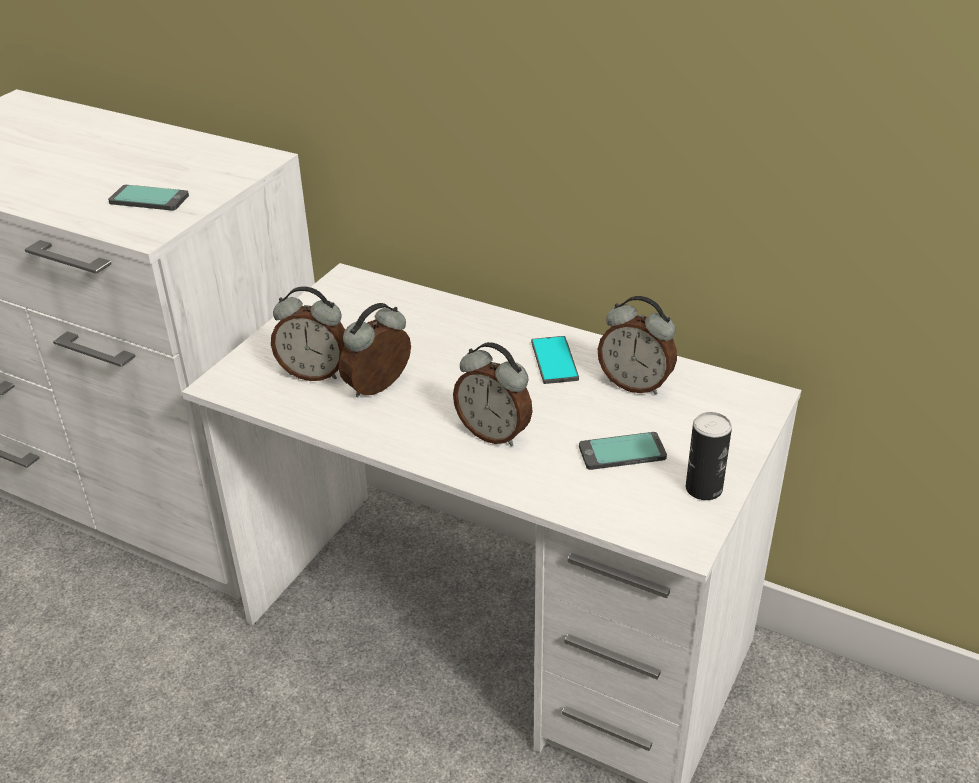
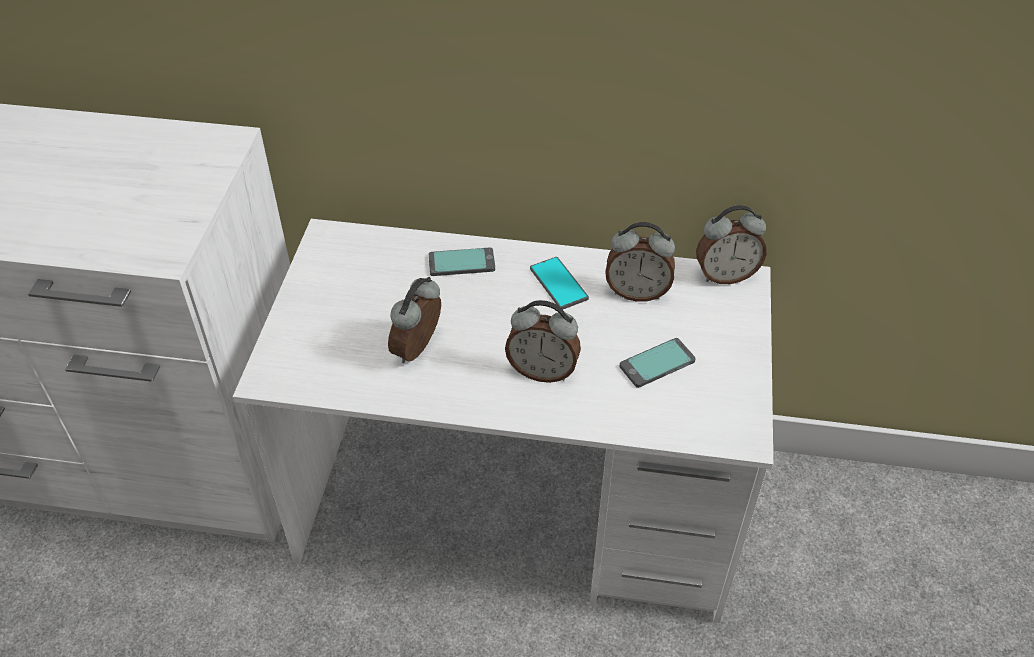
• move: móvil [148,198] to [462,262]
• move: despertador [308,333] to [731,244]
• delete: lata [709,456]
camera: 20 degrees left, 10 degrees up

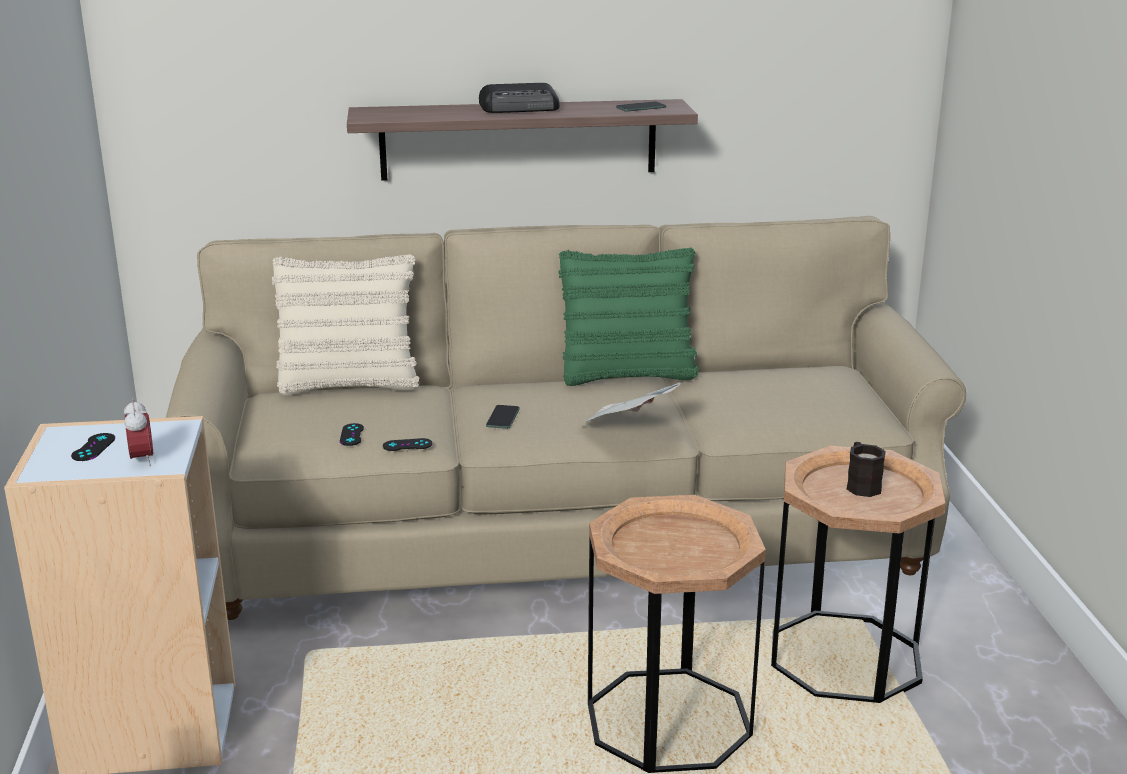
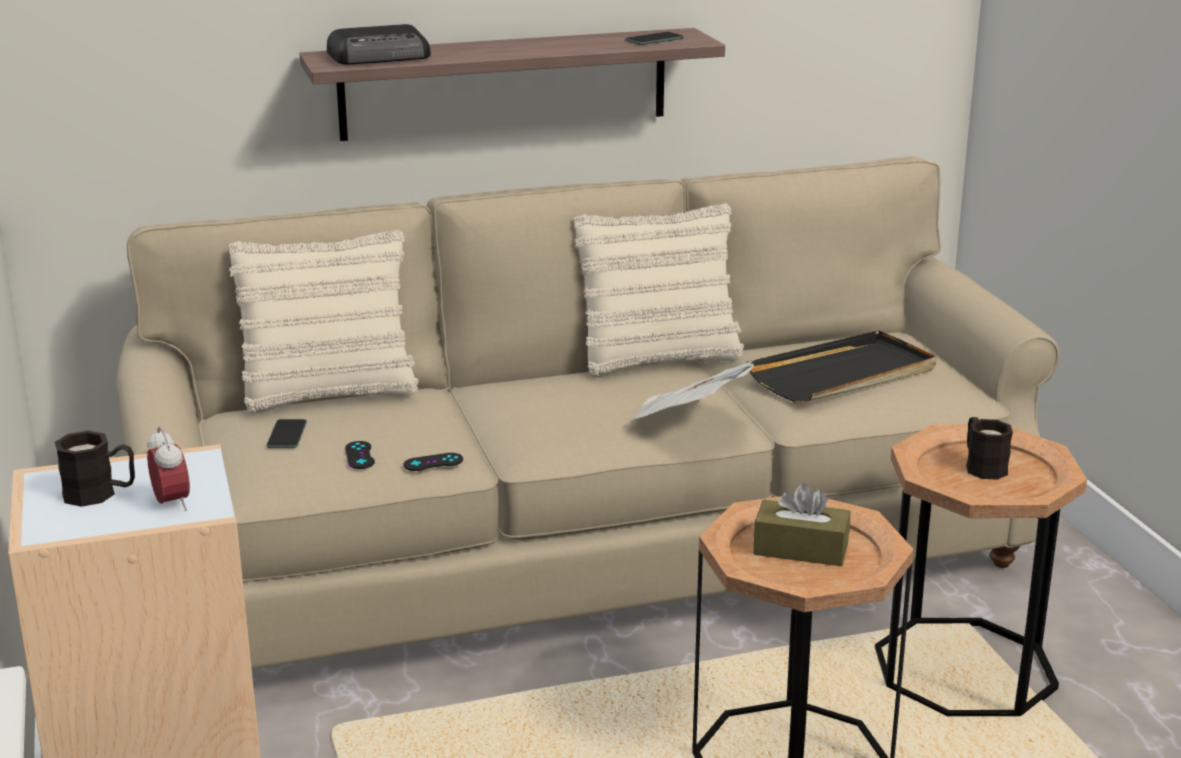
• replace: mando de consola (negro) [93,447] to taza grande (negro) [95,469]
• move: móvil [503,417] to [286,433]
• move: radio [519,98] to [379,44]
• recolor: cojín (verde) [629,316] to cojín (beis) [658,290]
• insert: bandeja (negro) [841,366]
• insert: caja de pañuelos (marrón) [801,524]
camera: 10 degrees left, 0 degrees up

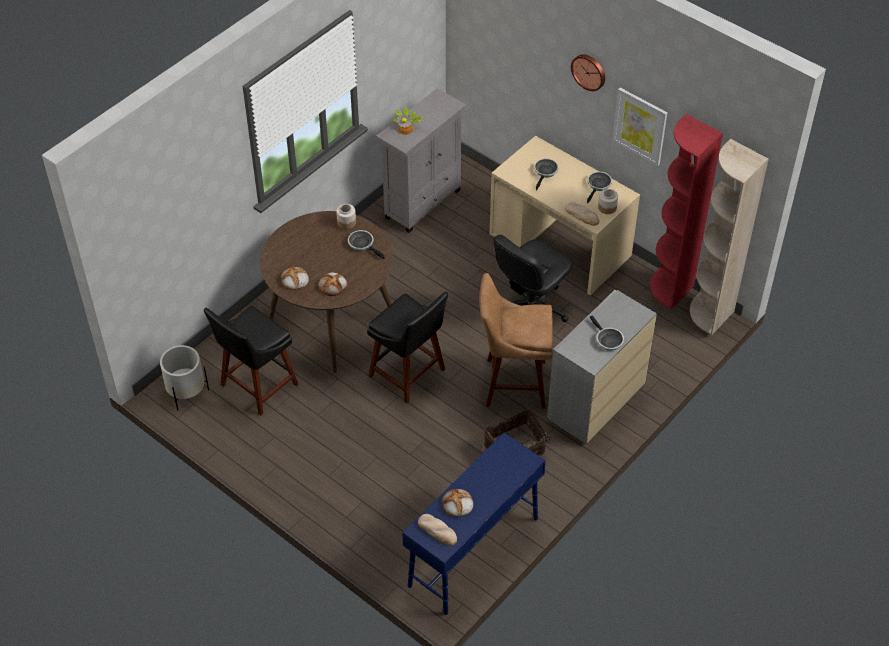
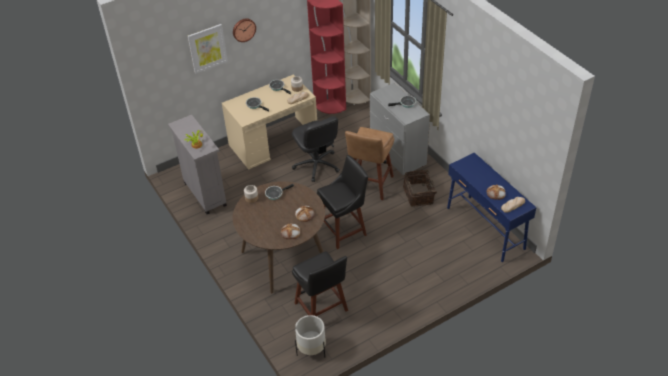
• move: cuadro [639,127] to [208,49]
camera: 70 degrees left, 5 degrees down

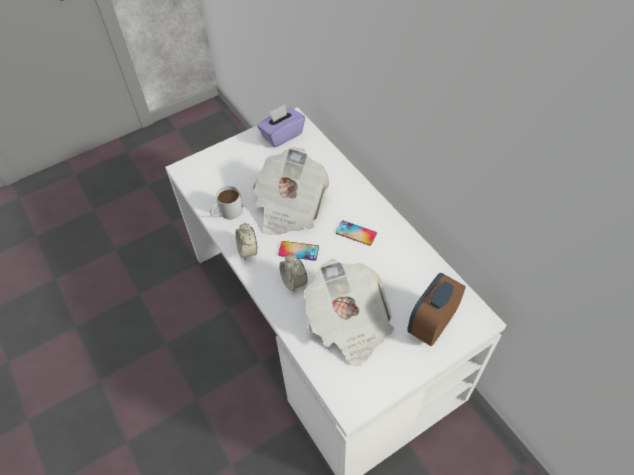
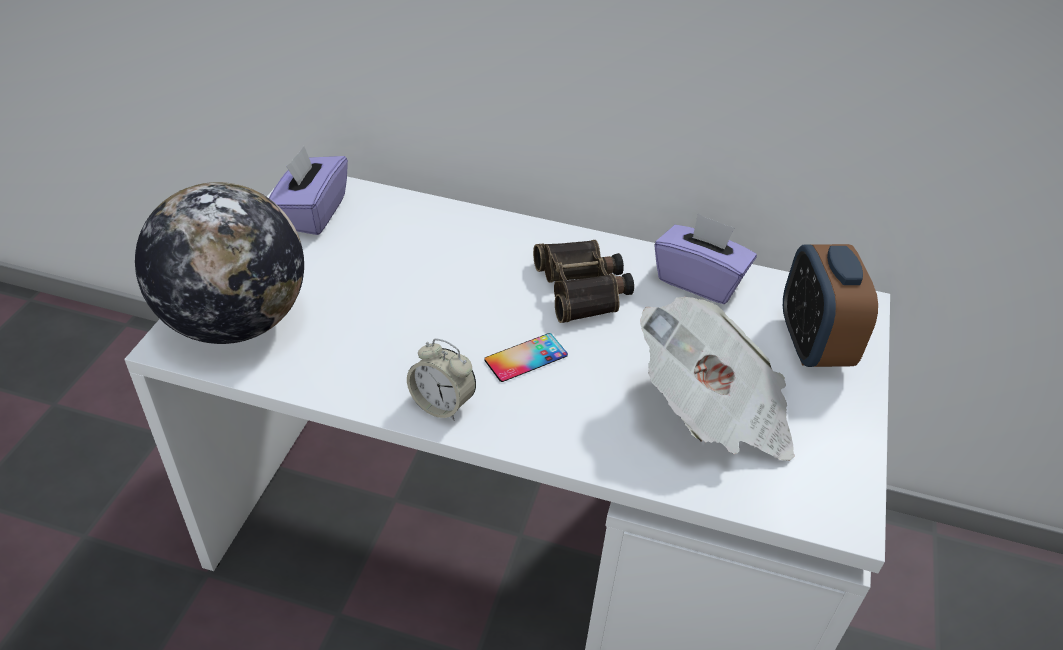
• insert: globo terráqueo [219,263]
• replace: móvil [356,233] to prismáticos [583,281]
• insert: caja de pañuelos (morado) [705,258]
• delete: taza grande (blanco) [226,202]
• delete: periódico [291,191]
• delete: despertador [293,273]
camera: 45 degrees left, 10 degrees down

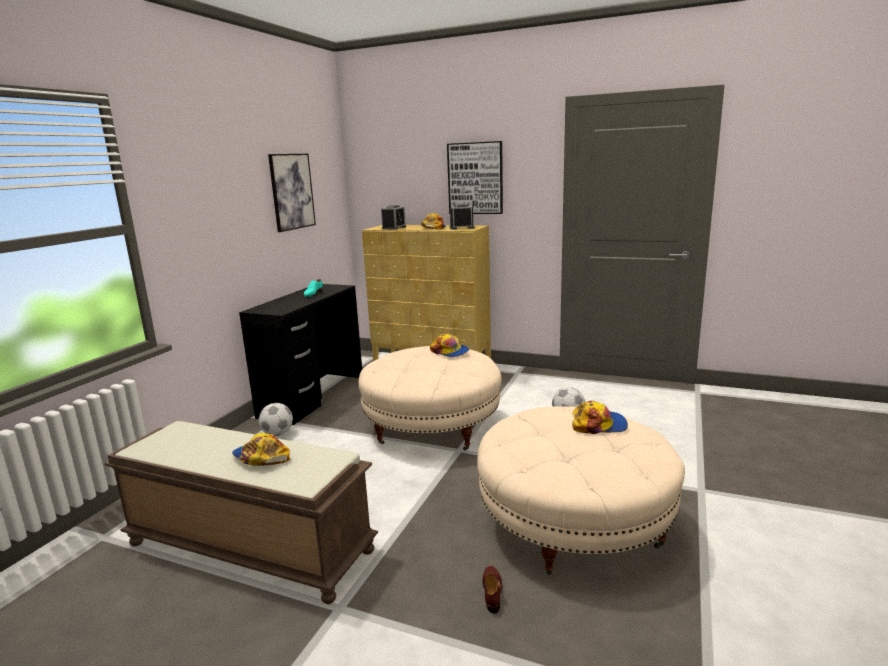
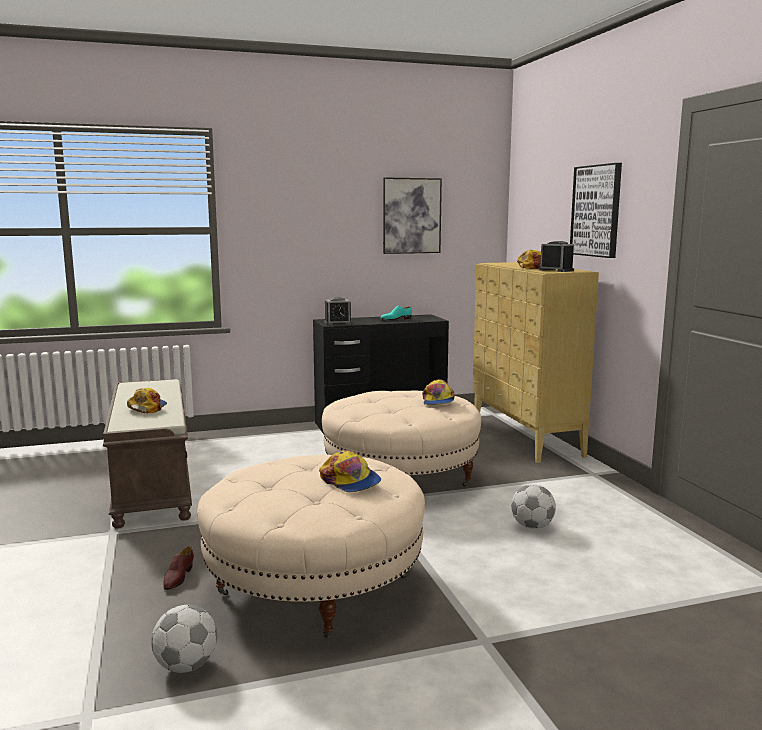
• move: balón de fútbol [276,419] to [184,639]
• rotate: zapato (marrón) [492,590] = [178,568] 135 degrees clockwise
• move: despertador [393,217] to [338,311]
camera: 50 degrees right, 5 degrees down

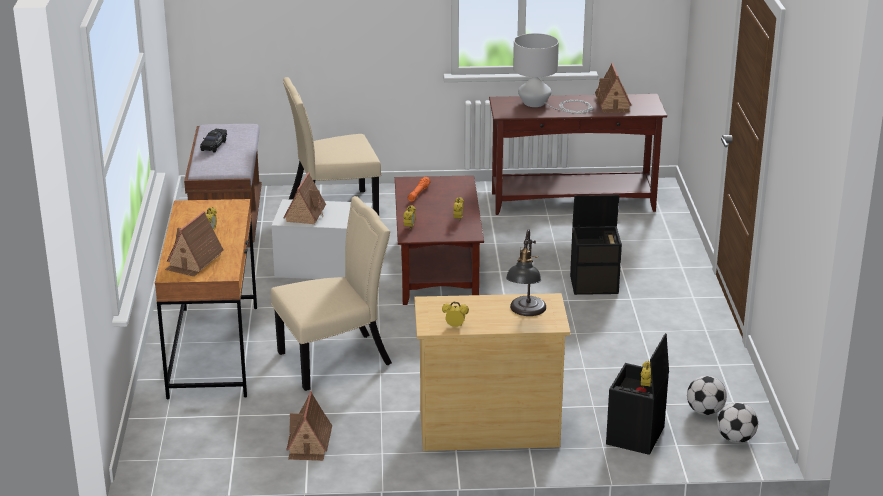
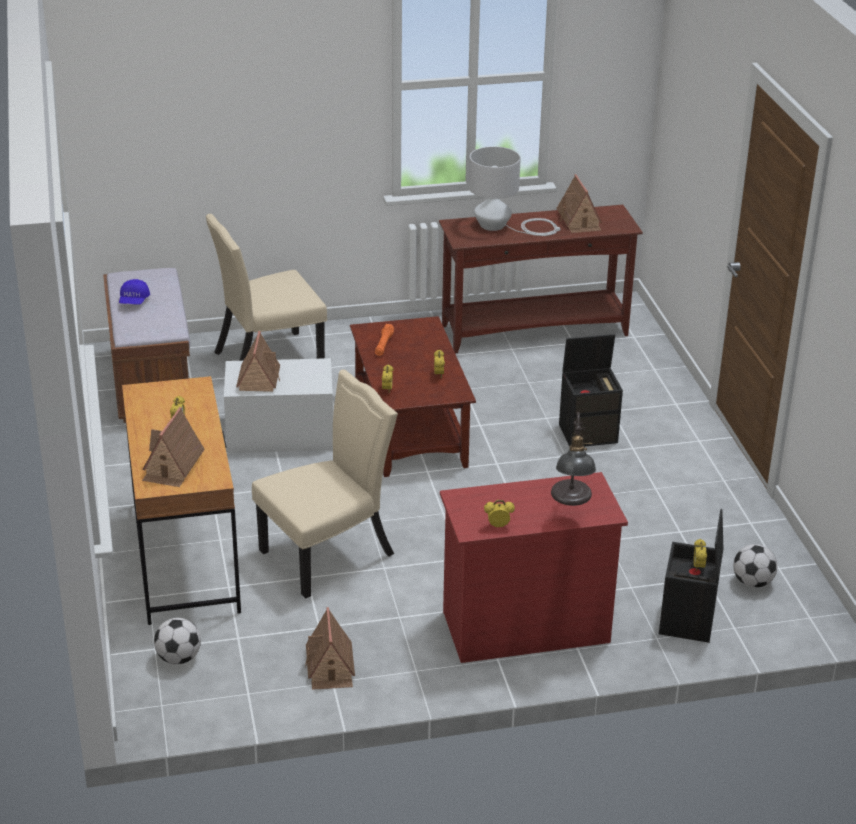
• replace: coche de juguete (negro) [213,140] to gorra (azul) [134,292]
• move: balón de fútbol [737,422] to [177,641]
• recolor: cómoda (beis) [492,372] to cómoda (rojo) [534,567]
camera: 10 degrees left, 5 degrees up

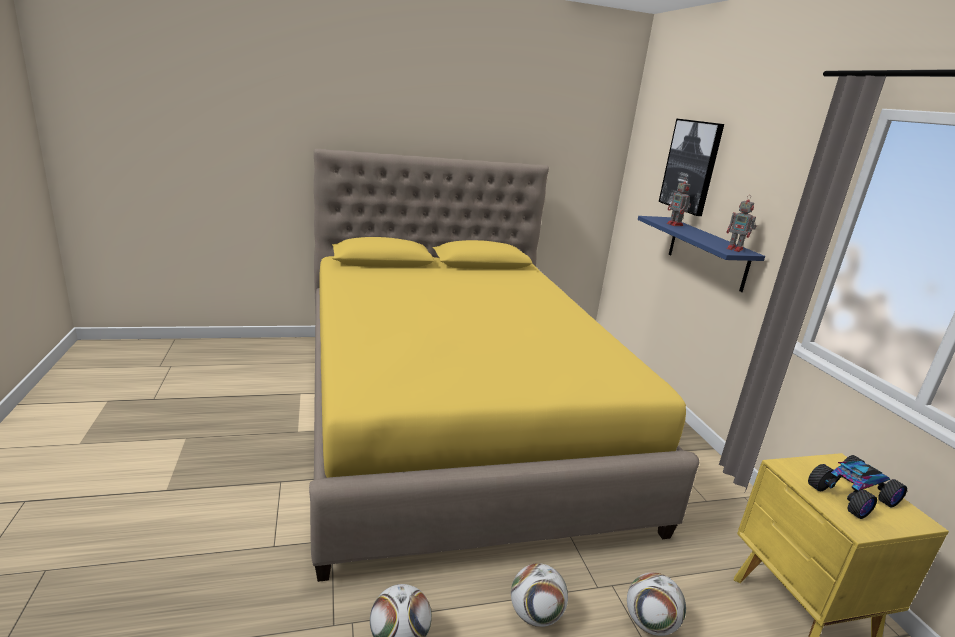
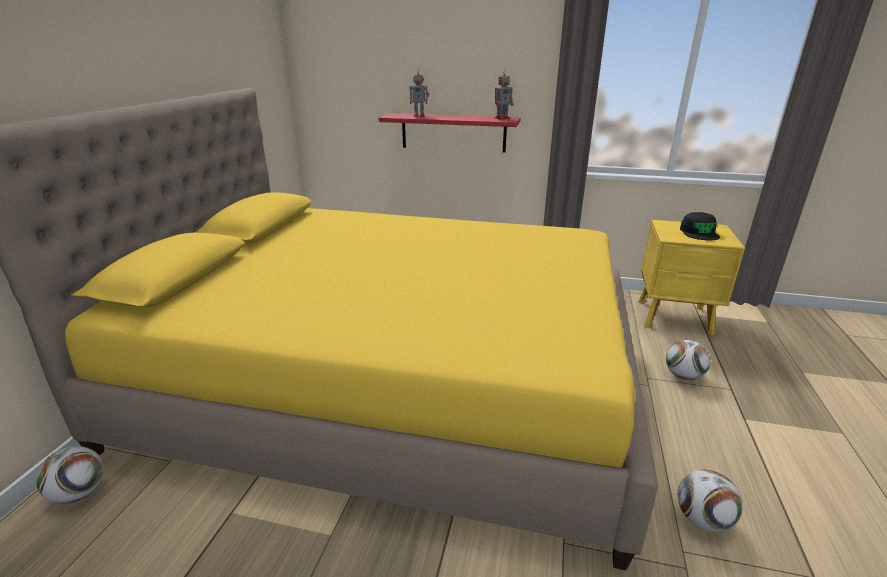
• move: balón de fútbol [539,595] to [70,475]
• recolor: estante (azul) [701,254] to estante (rojo) [450,132]
• replace: coche de juguete [857,487] to gorra (negro) [700,226]
• delete: cuadro [691,167]
camera: 60 degrees left, 5 degrees up

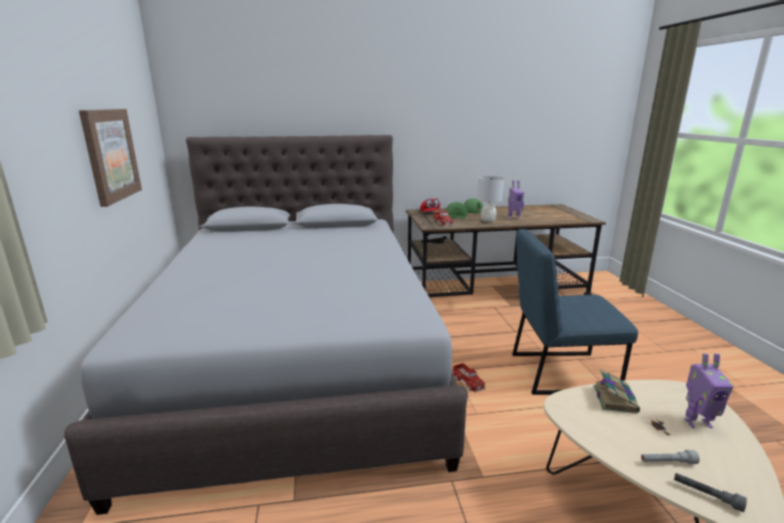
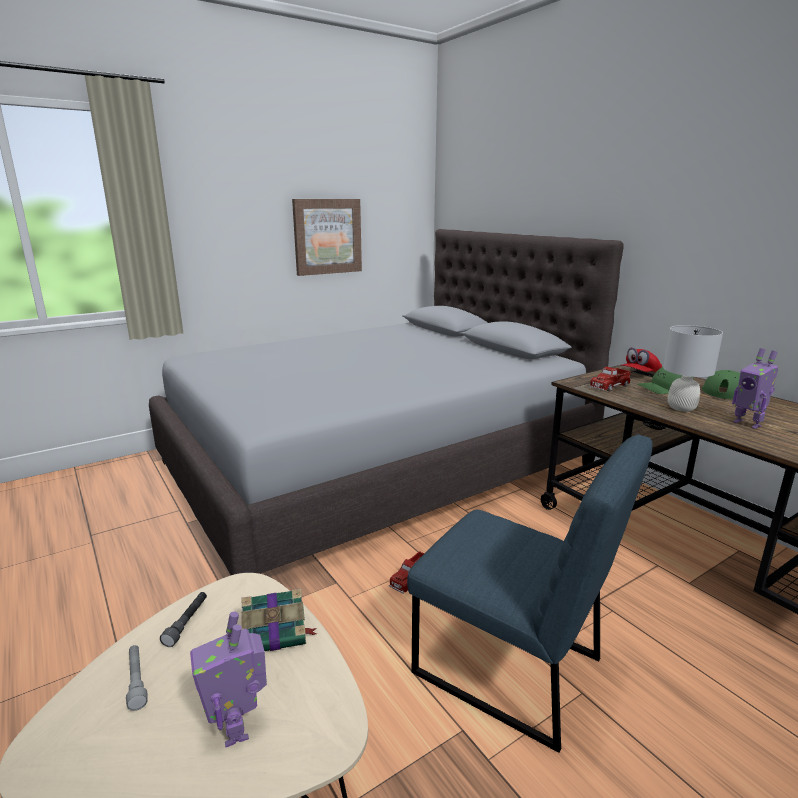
• move: linterna (gris) [710,492] to [183,619]
• rotate: silla (azul) [575,312] = [529,593] 150 degrees clockwise
camera: 65 degrees right, 0 degrees up

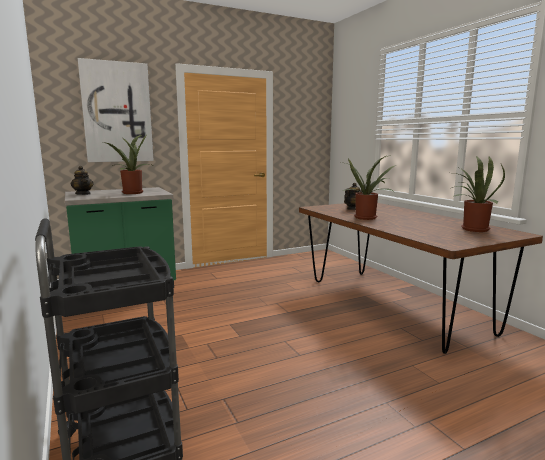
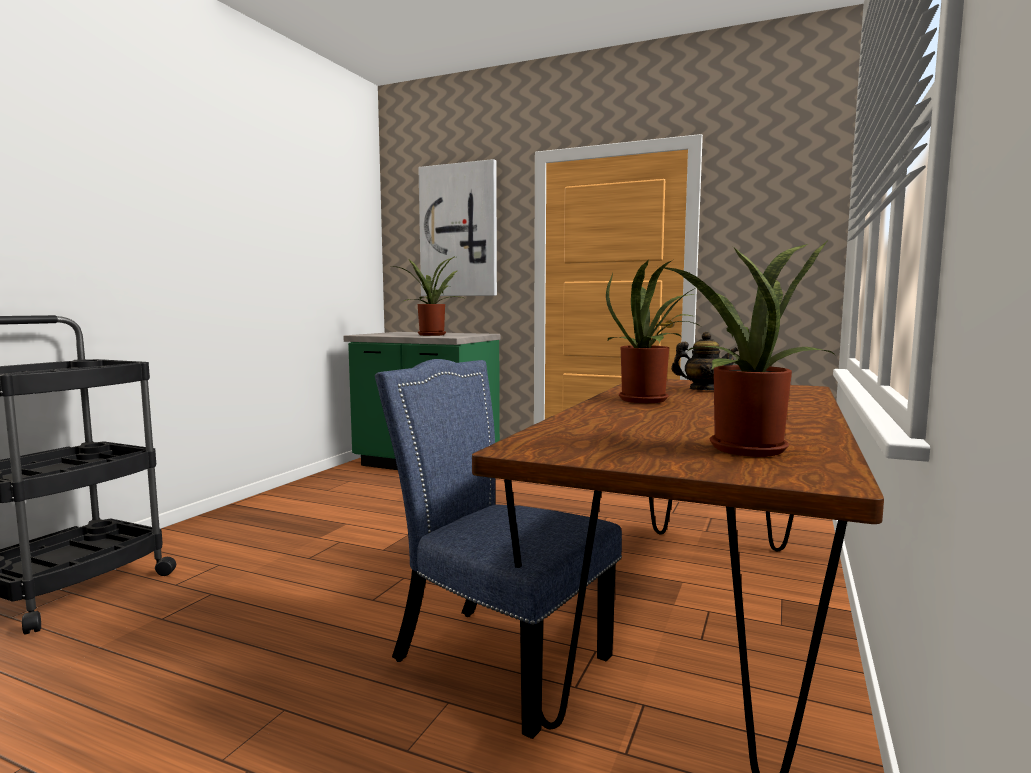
• insert: silla (azul) [498,549]
• delete: tetera [82,180]
camera: 50 degrees right, 5 degrees down

